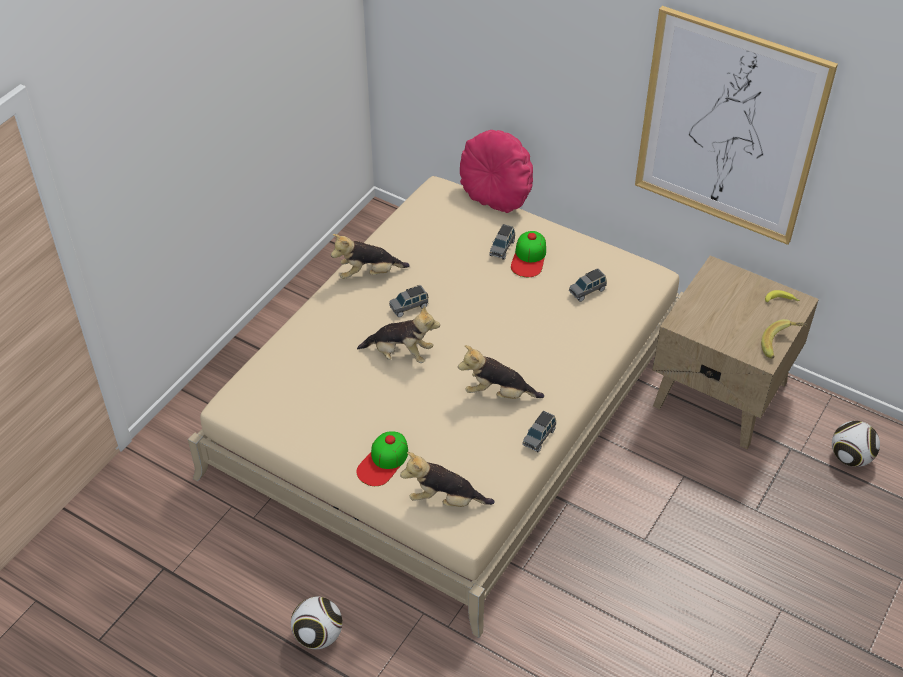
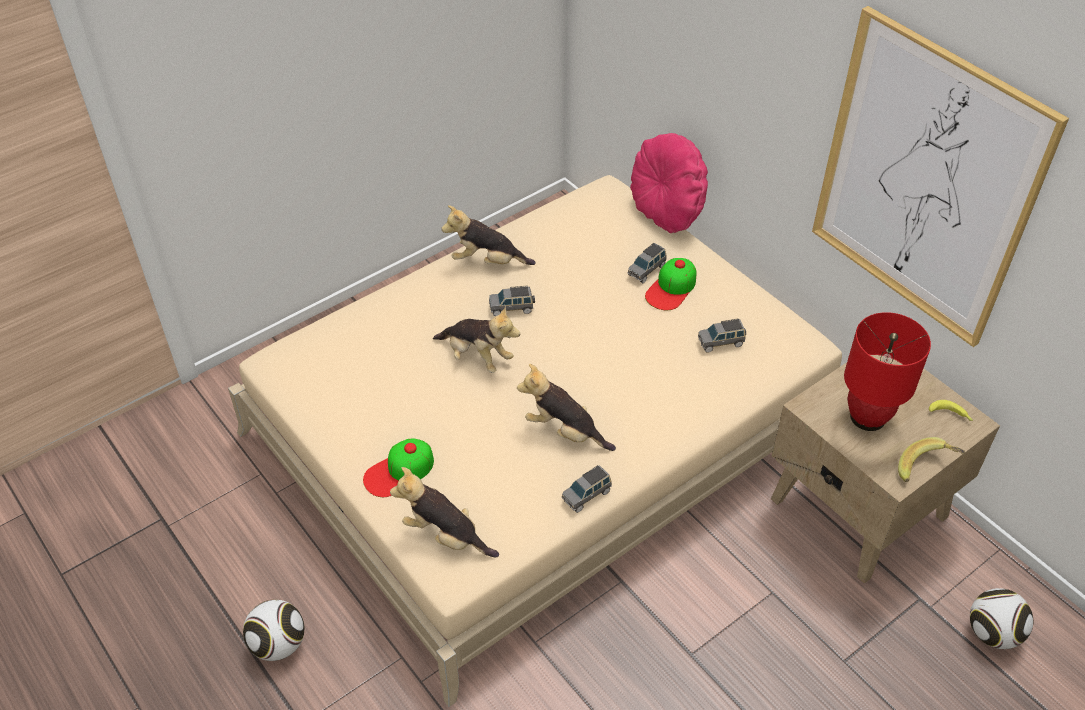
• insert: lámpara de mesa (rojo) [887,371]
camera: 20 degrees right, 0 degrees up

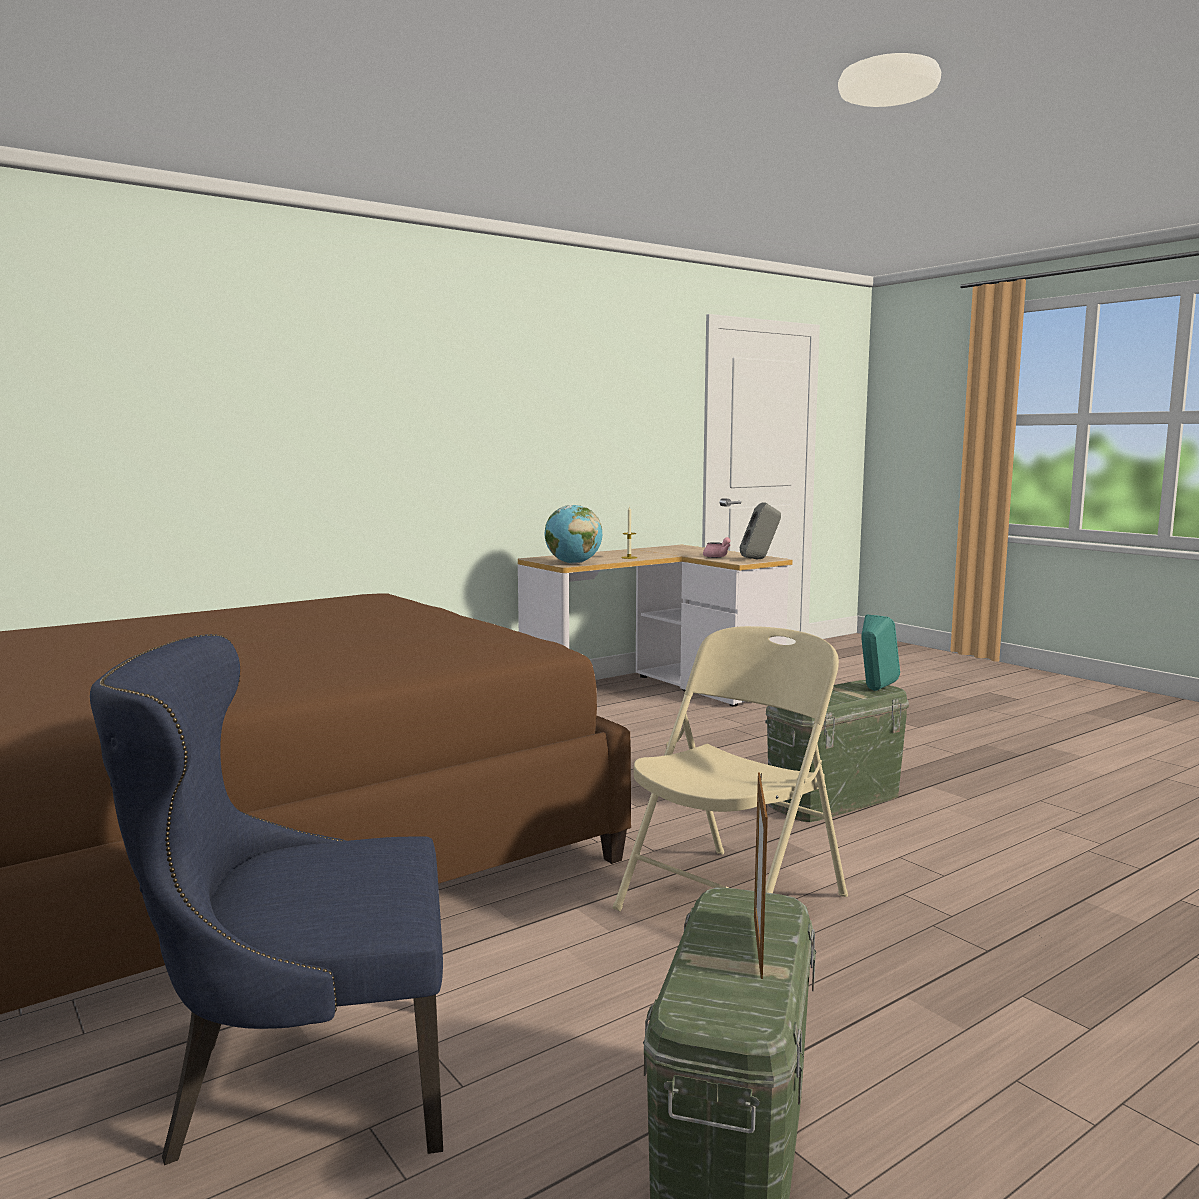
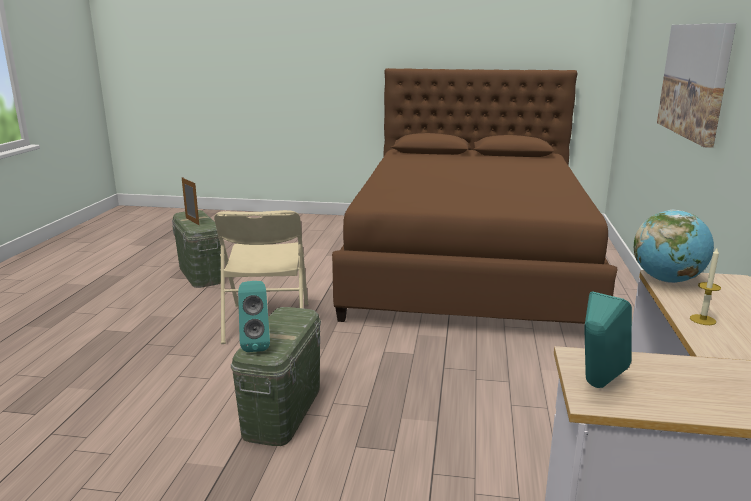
• recolor: altavoz (gris) [760,530] to altavoz (turquesa) [608,339]
• insert: cuadro [696,85]
• delete: silla (azul) [266,899]
• delete: tetera (rosa) [717,547]
camera: 135 degrees right, 10 degrees up

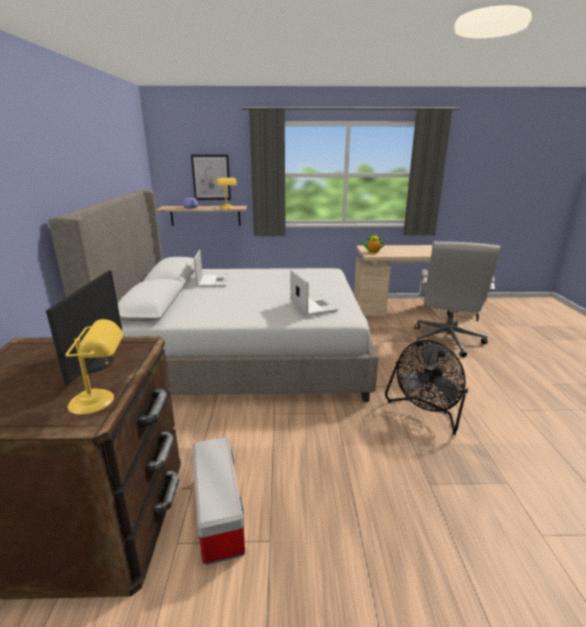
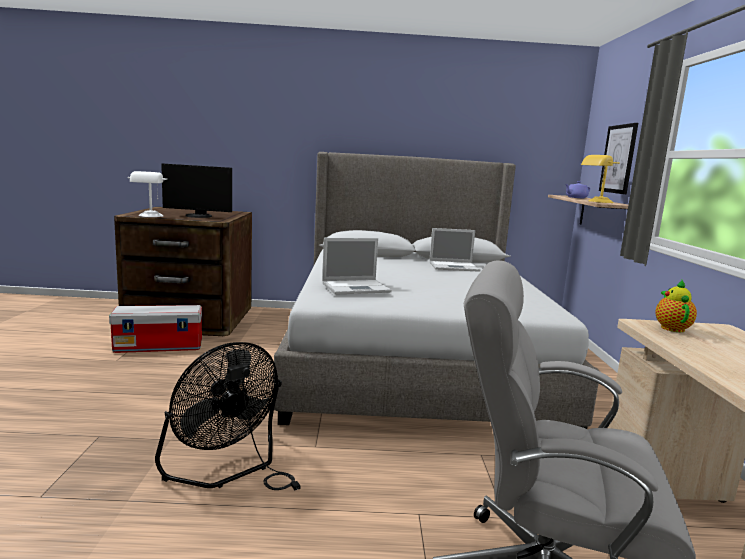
• recolor: lámpara de mesa (amarillo) [94,367] to lámpara de mesa (blanco) [147,194]
camera: 90 degrees right, 10 degrees down

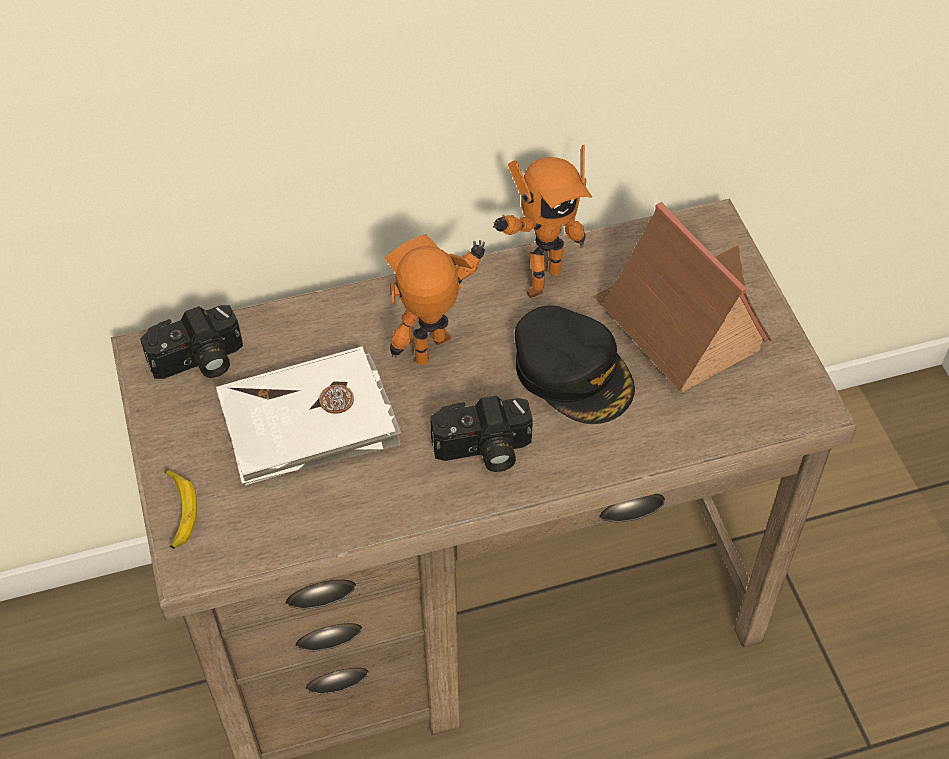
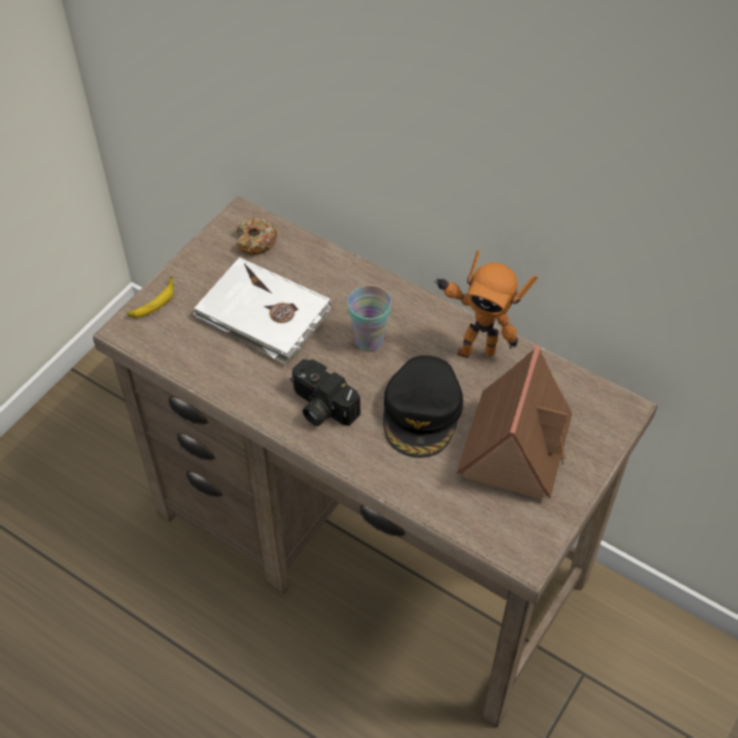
• replace: cámara [191,342] to rosquilla [257,236]
• replace: robot de juguete [435,299] to taza [369,318]
camera: 50 degrees right, 0 degrees up

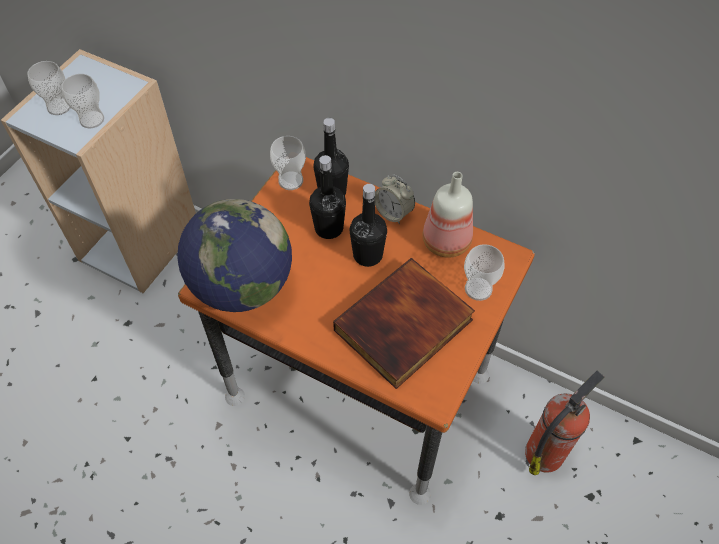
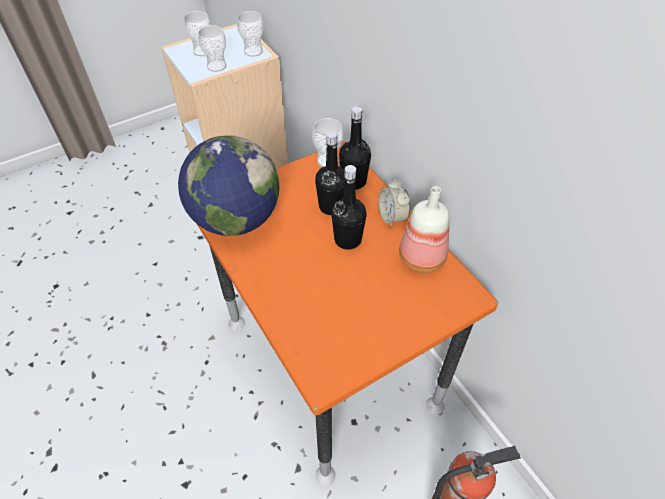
• move: taza [484,272] to [250,34]
• delete: libro [404,323]
camera: 30 degrees right, 5 degrees down

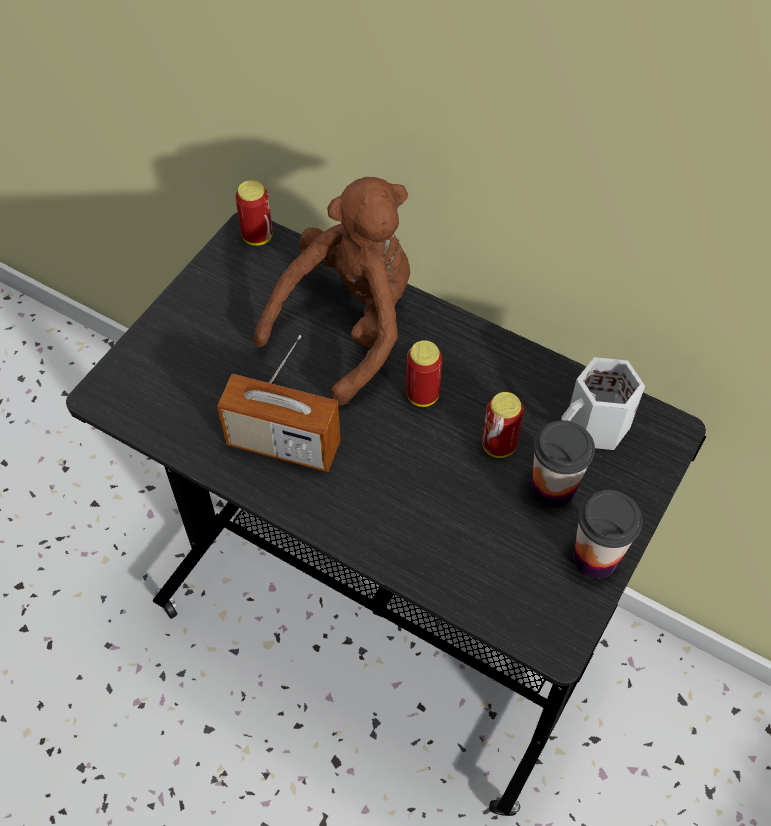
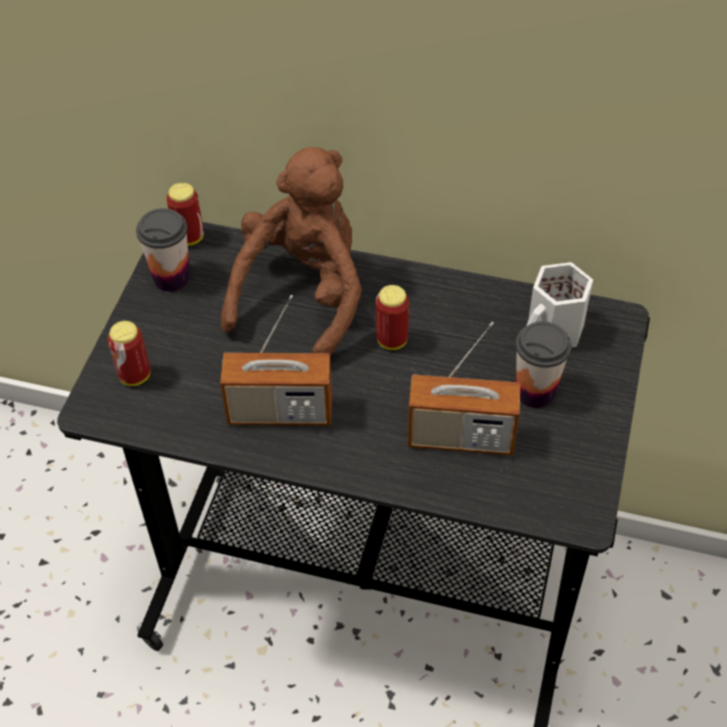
• move: lata [503,425] to [129,353]
• move: taza [608,534] to [163,250]
• insert: radio [464,388]
camera: 15 degrees left, 5 degrees down

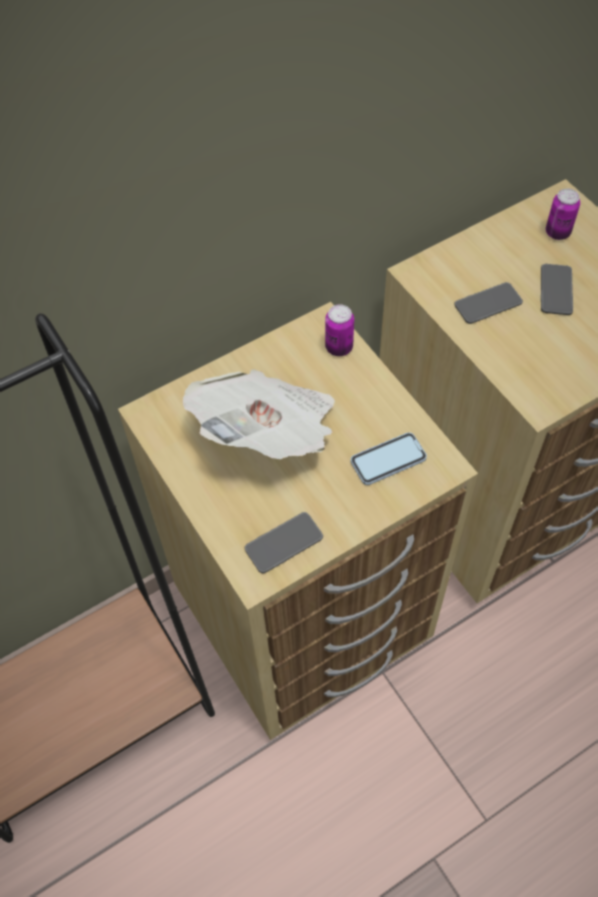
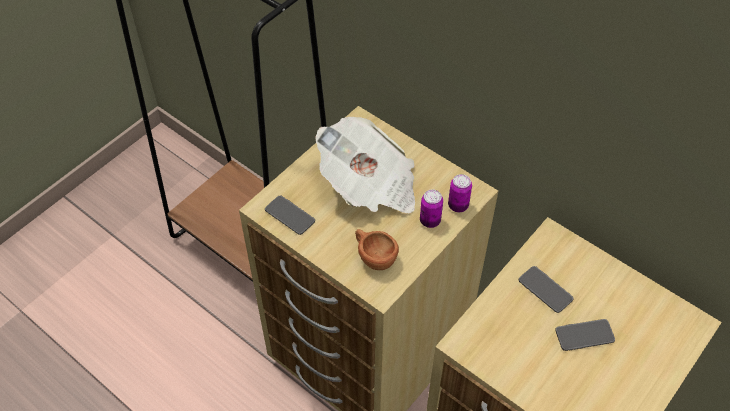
• replace: móvil [389,459] to taza (marrón) [377,249]
• move: lata [563,214] to [431,208]
camera: 70 degrees right, 5 degrees down

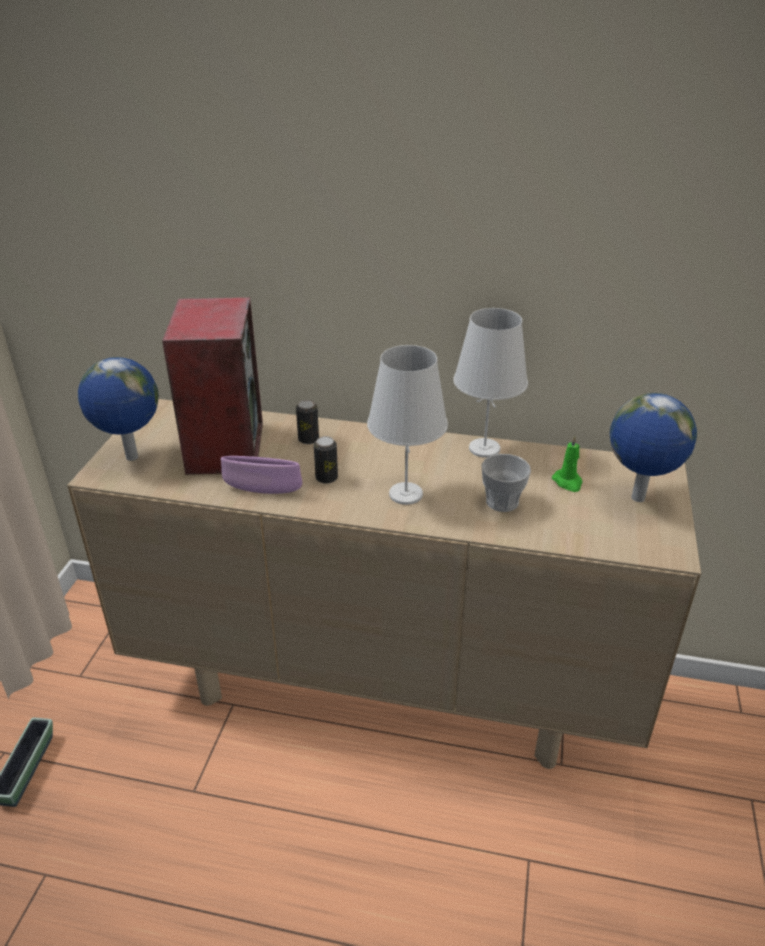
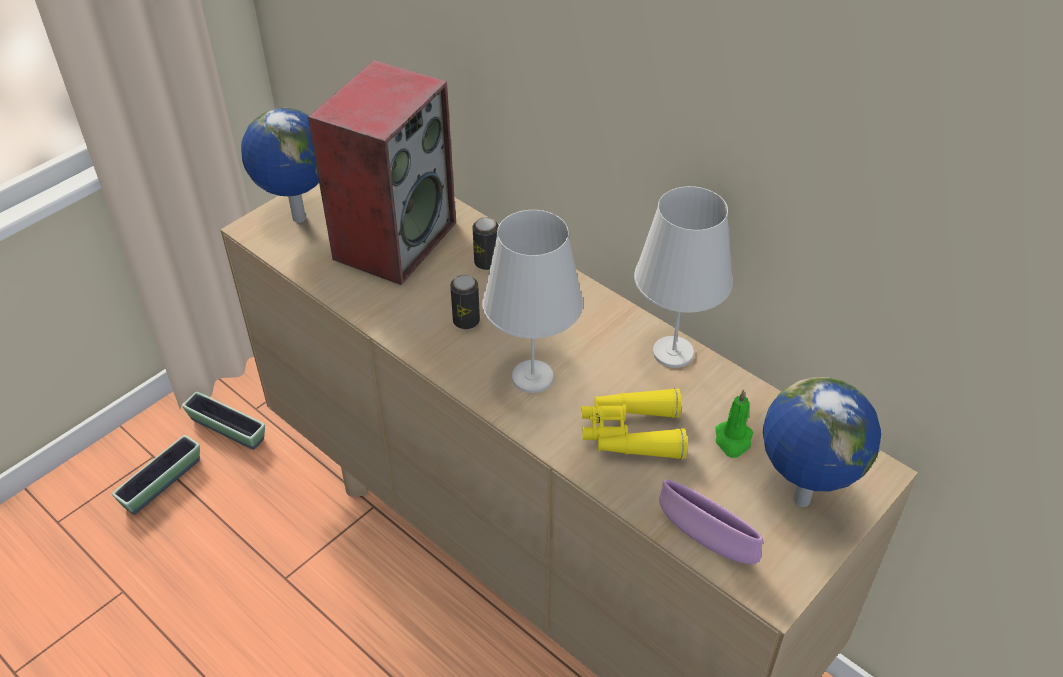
• insert: maceta [223,421]
• replace: taza [506,483] to prismáticos (amarillo) [634,424]
• move: cuenco (morado) [261,475] to [711,522]
camera: 30 degrees right, 10 degrees up

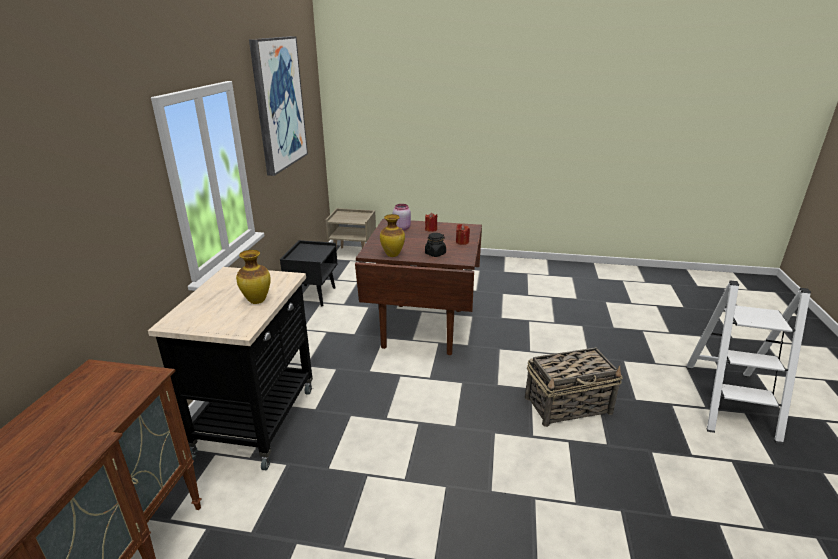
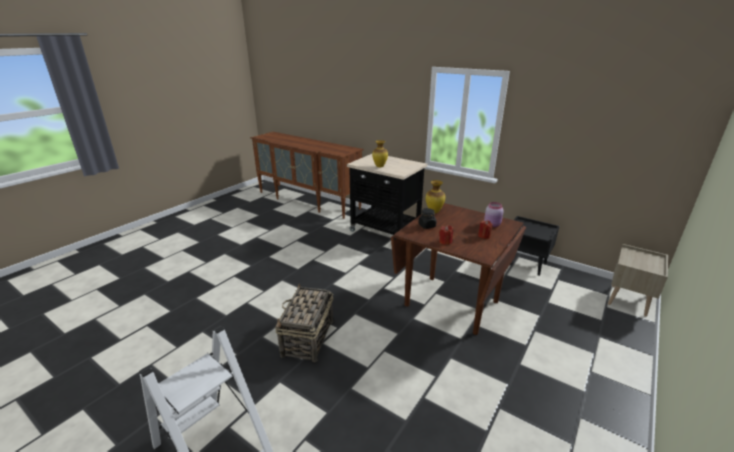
• delete: cuadro [278,106]
camera: 115 degrees right, 0 degrees up

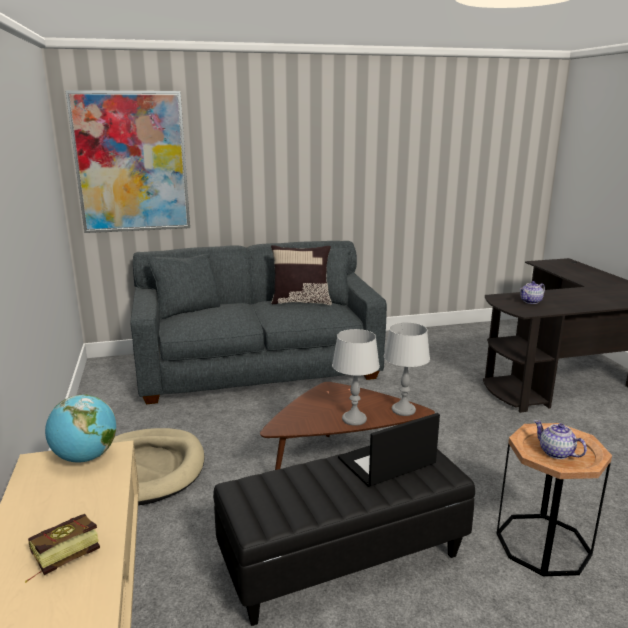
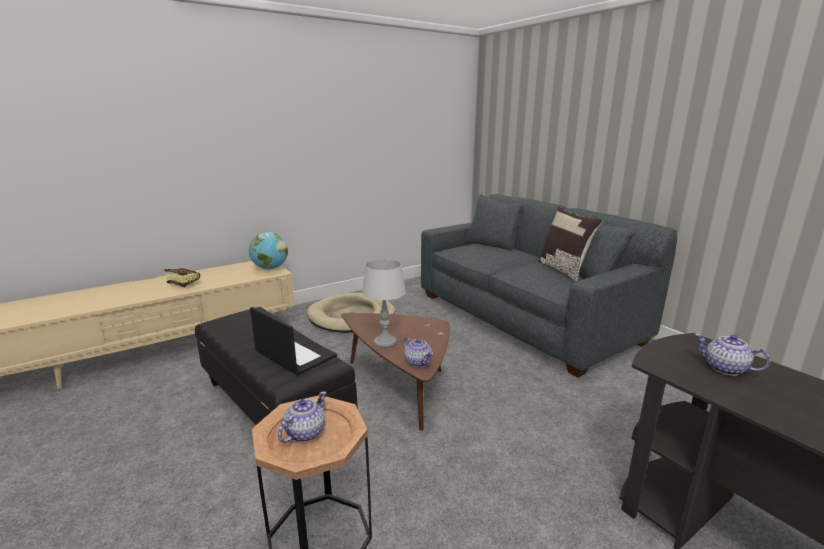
• replace: lámpara de mesa (gris) [407,369] to tetera [419,352]
• delete: cuadro [127,161]
camera: 70 degrees right, 0 degrees up

